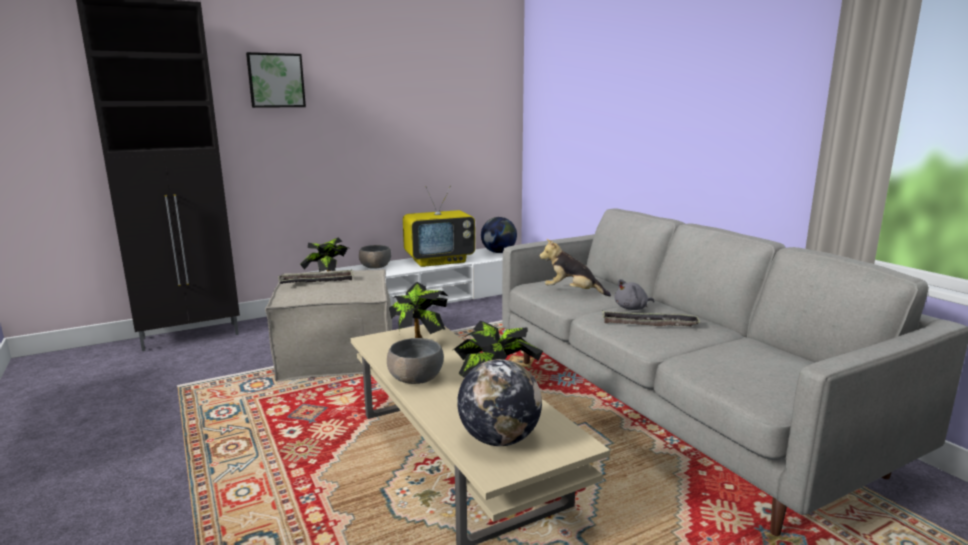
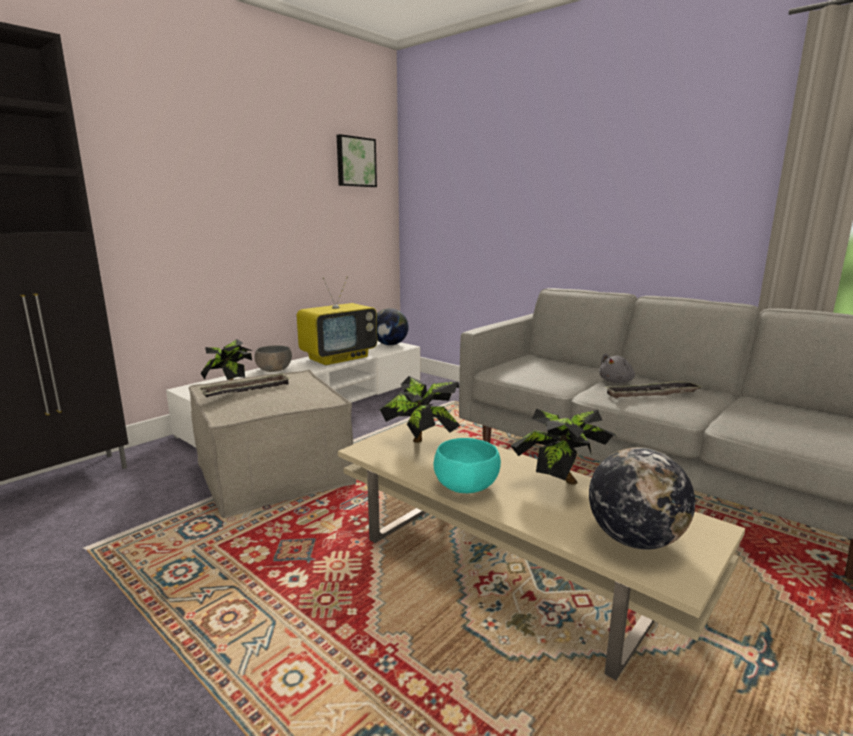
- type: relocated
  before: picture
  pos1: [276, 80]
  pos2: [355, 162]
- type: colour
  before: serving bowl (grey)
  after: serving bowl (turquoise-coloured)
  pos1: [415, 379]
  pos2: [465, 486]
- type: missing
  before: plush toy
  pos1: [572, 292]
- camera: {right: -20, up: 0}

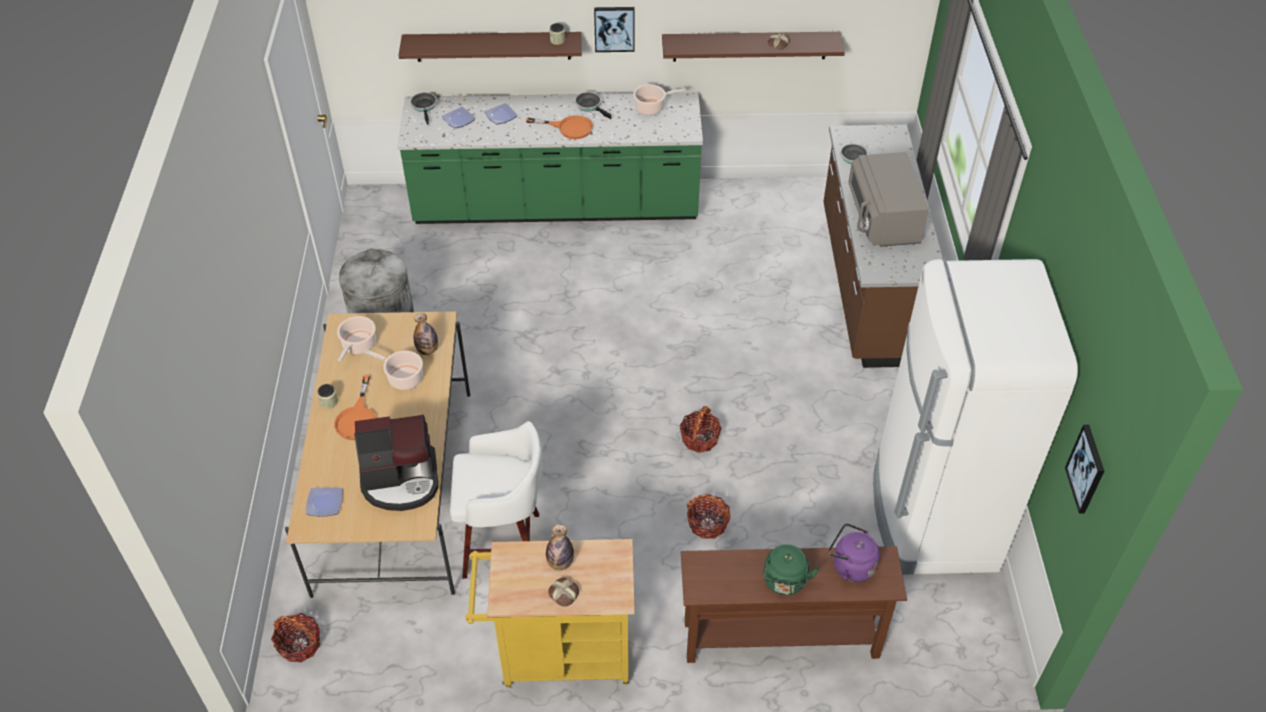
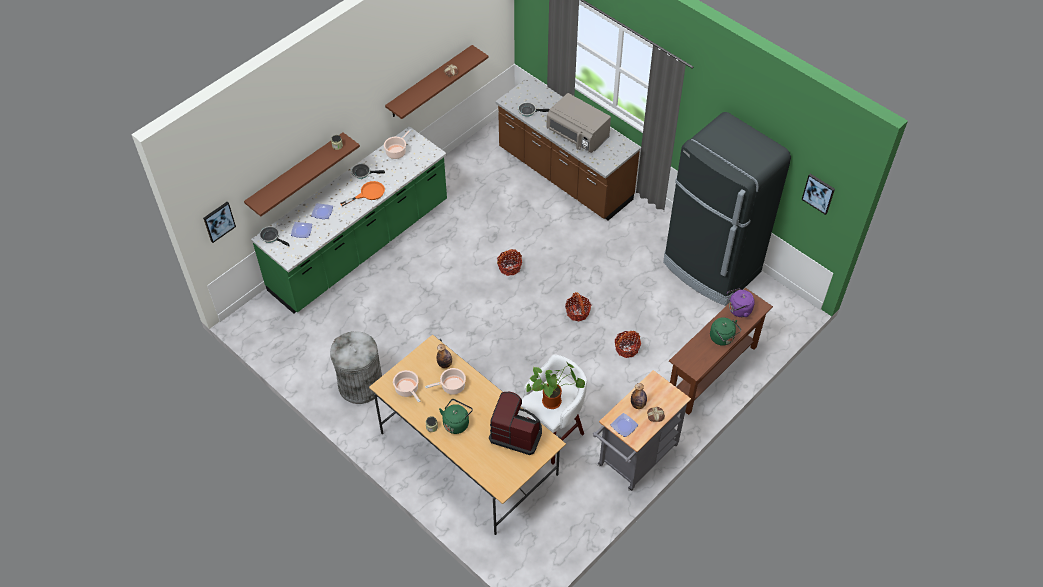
- type: relocated
  before: picture
  pos1: [614, 28]
  pos2: [219, 221]
- type: exchanged
  before: skillet (orange-coloured)
  after: kettle (green-coloured)
  pos1: [357, 418]
  pos2: [456, 423]
- type: spun
  before: coffee maker
  pos1: [401, 480]
  pos2: [516, 432]
  turn: -105
- type: relocated
  before: basket
  pos1: [300, 644]
  pos2: [509, 267]
- type: appeared
  after: houseplant
  pos2: [553, 400]
- type: colour
  before: wheeled cart (yellowish)
  after: wheeled cart (grey)
  pos1: [557, 655]
  pos2: [634, 459]
- type: relocated
  before: dinner plate
  pos1: [324, 503]
  pos2: [623, 426]
- type: colour
  before: refrigerator (white)
  after: refrigerator (blackish)
  pos1: [932, 516]
  pos2: [711, 268]
- camera: {right: -45, up: 5}

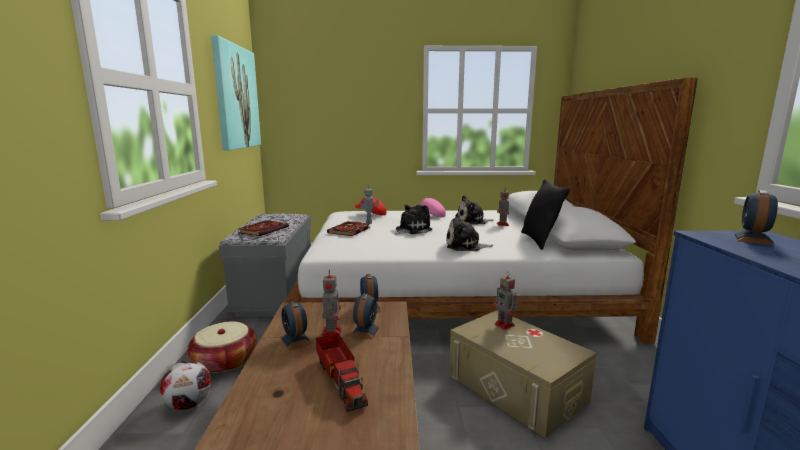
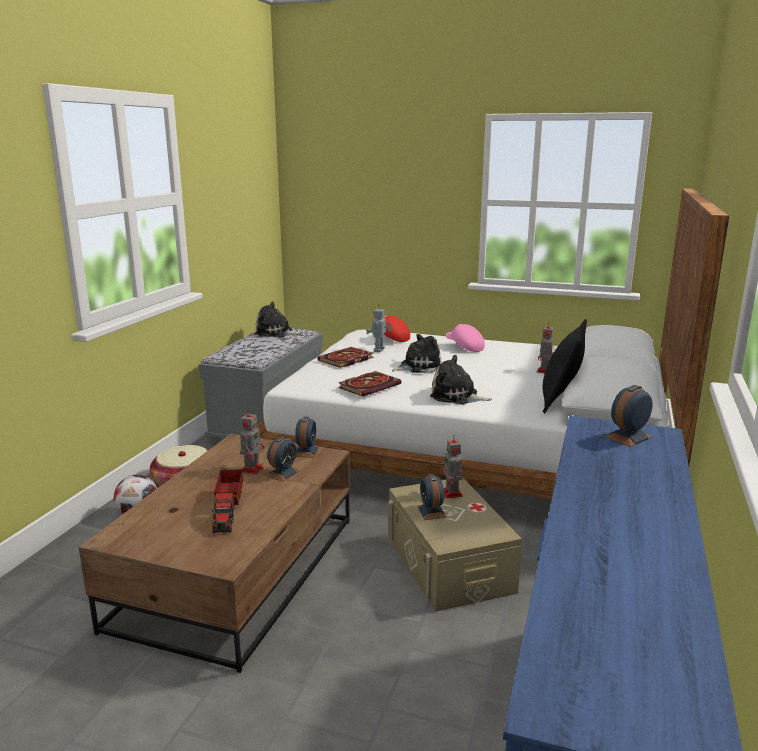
- type: relocated
  before: plush toy
  pos1: [473, 221]
  pos2: [276, 333]
- type: relocated
  before: bound book
  pos1: [264, 230]
  pos2: [369, 386]
- type: relocated
  before: table clock
  pos1: [295, 340]
  pos2: [431, 511]
- type: missing
  before: picture
  pos1: [235, 97]
- camera: {right: 20, up: 5}

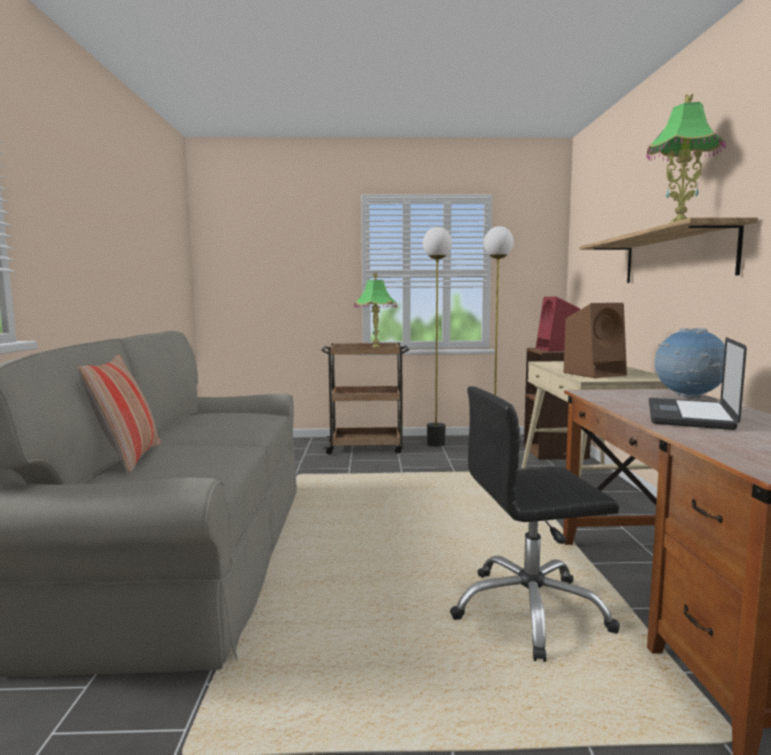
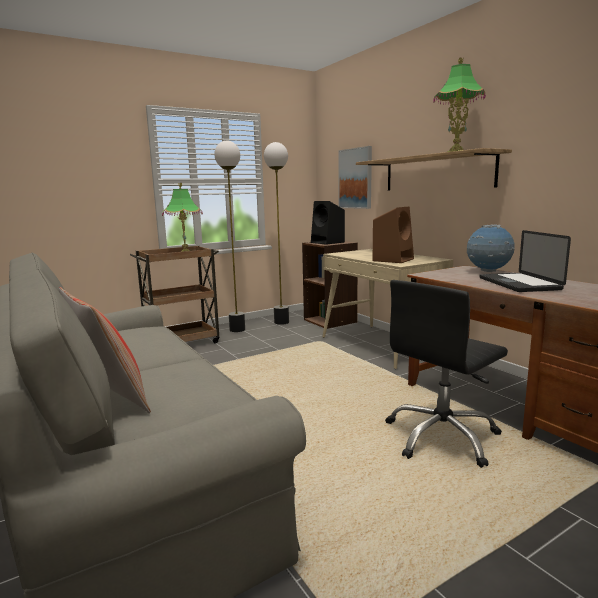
- type: colour
  before: loudspeaker (red)
  after: loudspeaker (blackish)
  pos1: [557, 349]
  pos2: [328, 242]
- type: appeared
  after: picture
  pos2: [355, 178]
- camera: {right: -30, up: 5}

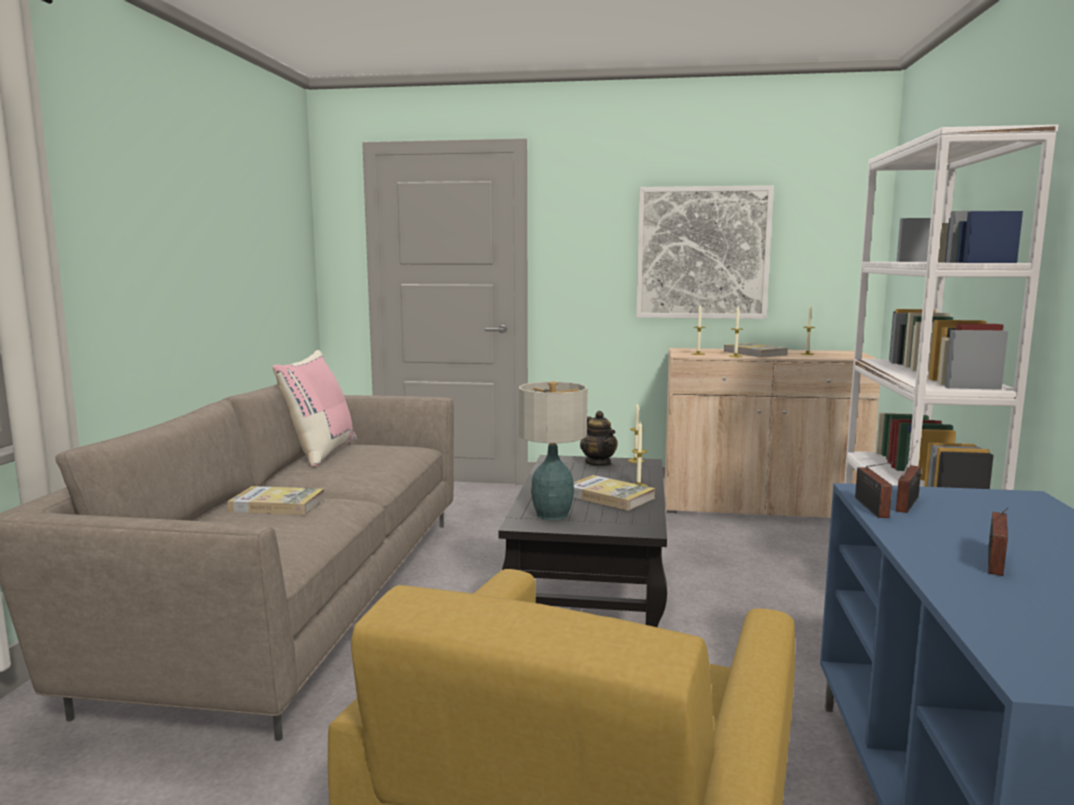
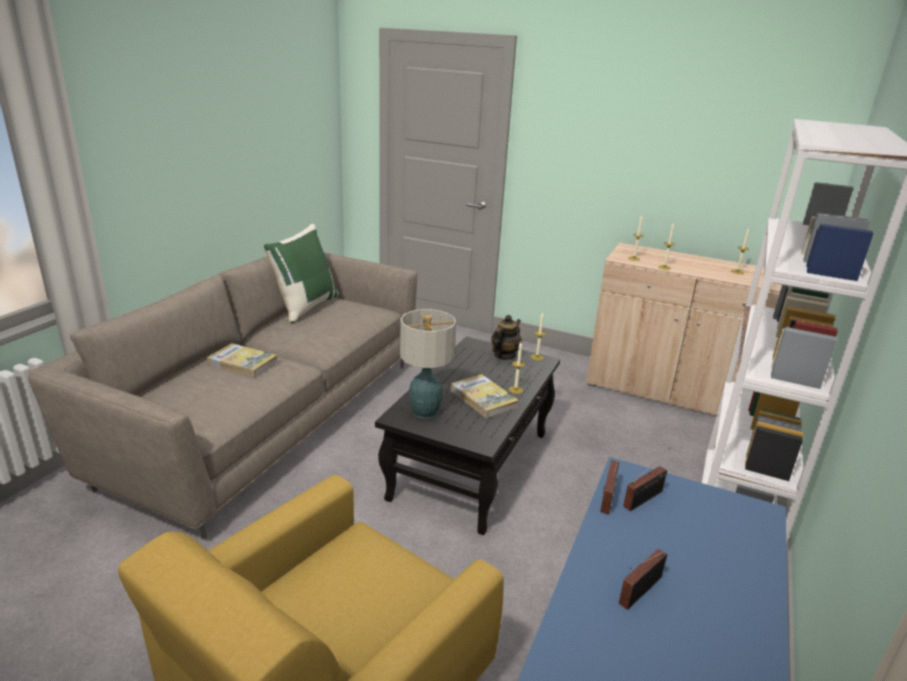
- type: colour
  before: throw pillow (pinkish)
  after: throw pillow (green-coloured)
  pos1: [320, 453]
  pos2: [305, 307]
- type: spun
  before: pot for tea
  pos1: [598, 463]
  pos2: [504, 355]
  turn: -135
- type: missing
  before: picture
  pos1: [702, 253]
- type: missing
  before: bound book
  pos1: [754, 353]
- camera: {right: 15, up: 15}

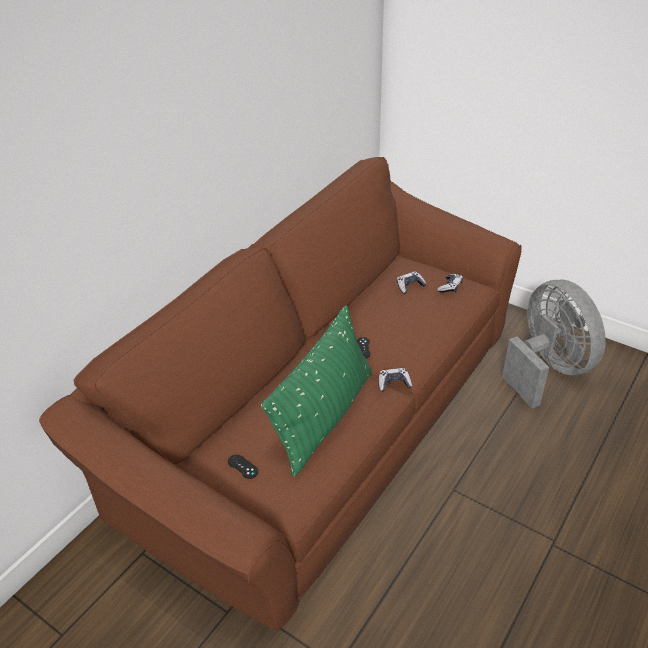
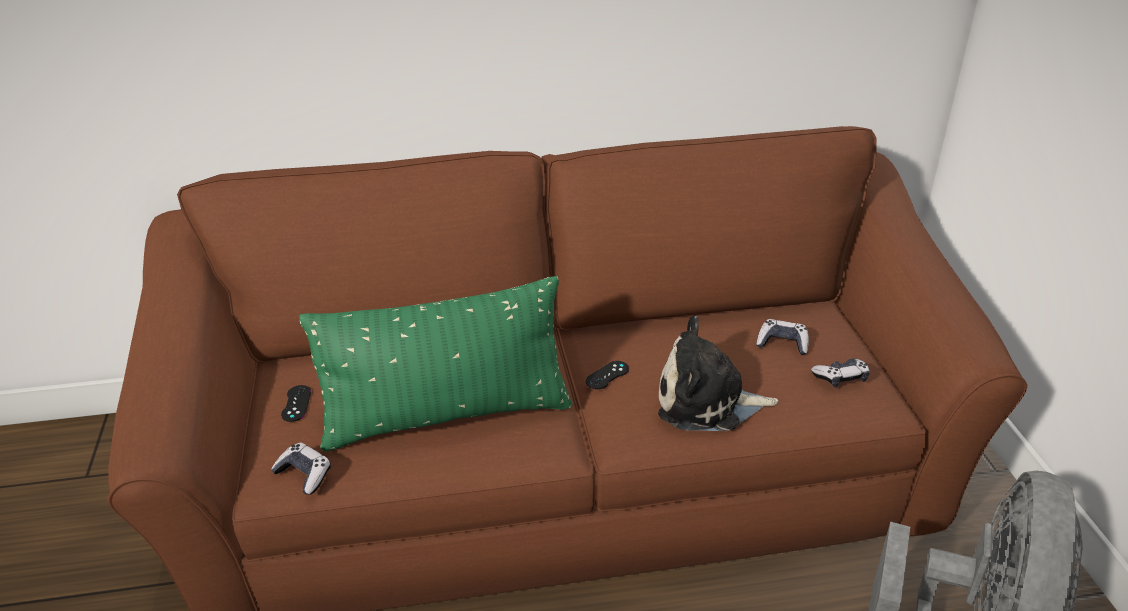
- type: relocated
  before: game controller
  pos1: [394, 383]
  pos2: [304, 475]
- type: appeared
  after: plush toy
  pos2: [707, 402]
- camera: {right: 45, up: -5}

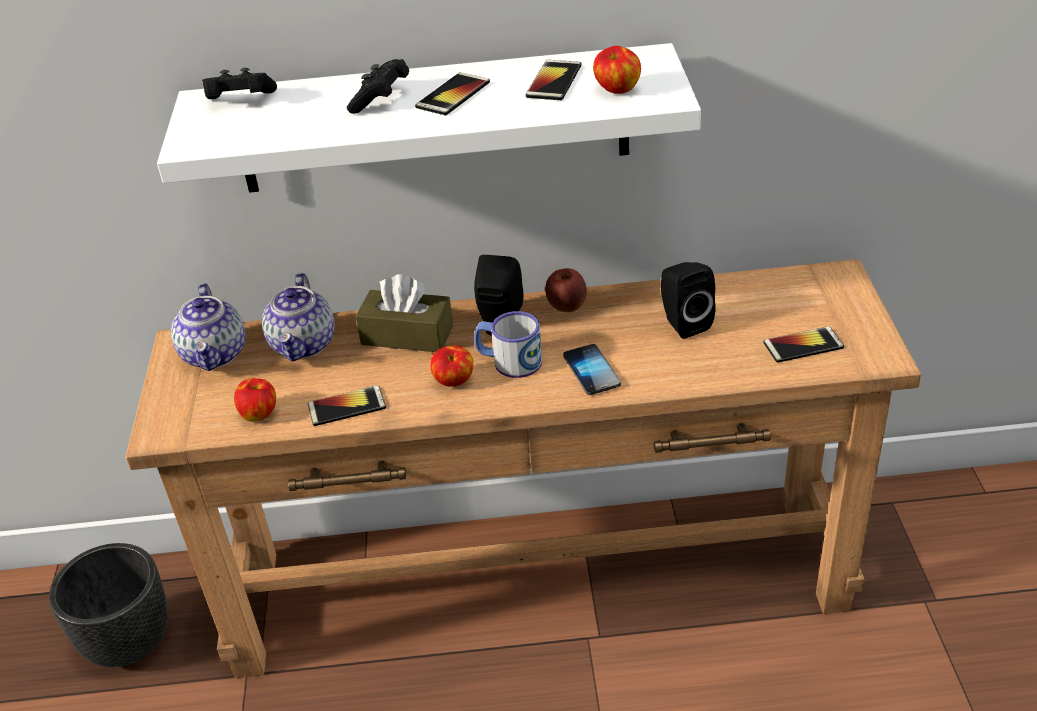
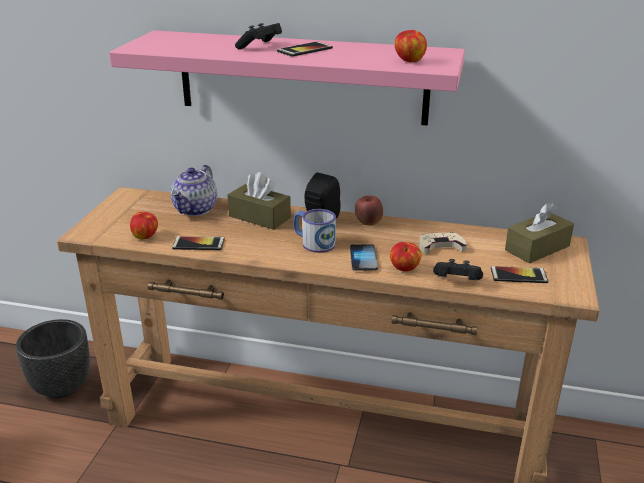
- type: colour
  before: wall shelf (white)
  after: wall shelf (pinkish)
  pos1: [433, 120]
  pos2: [302, 77]
- type: relocated
  before: whole apple
  pos1: [454, 382]
  pos2: [404, 269]
- type: exchanged
  before: loudspeaker (blackish)
  after: game controller (beige)
  pos1: [683, 323]
  pos2: [440, 246]
- type: relocated
  before: game controller (blackish)
  pos1: [240, 101]
  pos2: [456, 281]
- type: appeared
  after: box of tissues (brown)
  pos2: [537, 248]
- type: missing
  before: pot for tea
  pos1: [215, 354]
- type: missing
  before: phone
  pos1: [554, 81]
- camera: {right: 15, up: -10}

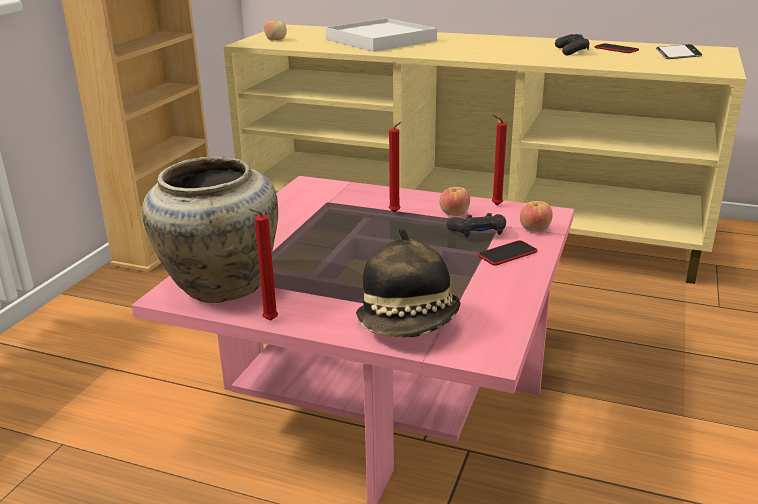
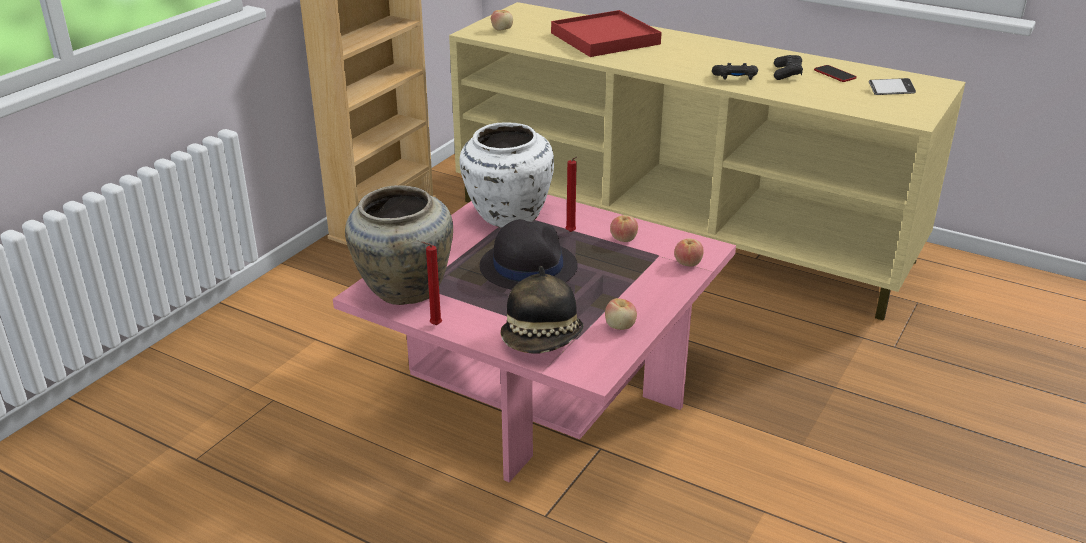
- type: appeared
  after: decorative vase (white)
  pos2: [506, 216]
- type: appeared
  after: clothing hat (blackish)
  pos2: [528, 267]
- type: colour
  before: carrying tray (white)
  after: carrying tray (red)
  pos1: [380, 40]
  pos2: [604, 38]
- type: appeared
  after: whole apple
  pos2: [620, 326]
- type: relocated
  before: game controller (blackish)
  pos1: [478, 233]
  pos2: [735, 78]
- type: missing
  before: phone
  pos1: [507, 254]
- type: missing
  before: wax candle (red)
  pos1: [495, 205]
- camera: {right: 10, up: 5}

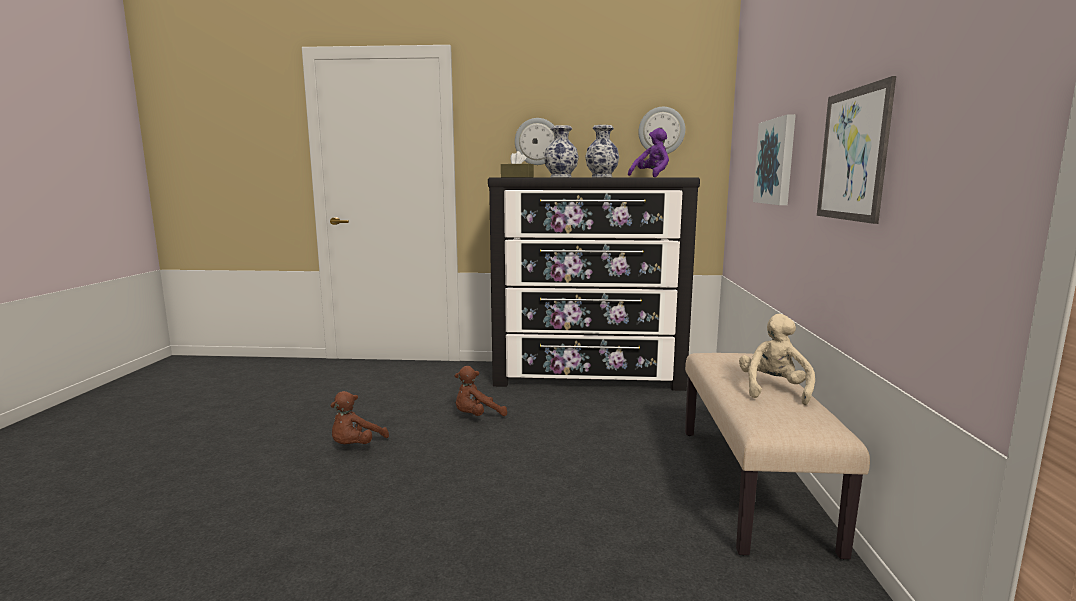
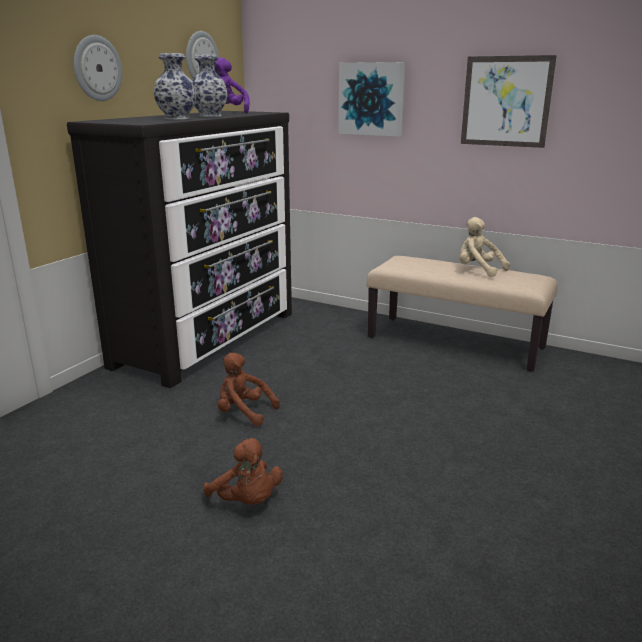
- type: spun
  before: plush toy (brown)
  pos1: [477, 416]
  pos2: [243, 412]
  turn: 120
- type: missing
  before: box of tissues (brown)
  pos1: [517, 177]
- camera: {right: -65, up: 10}

